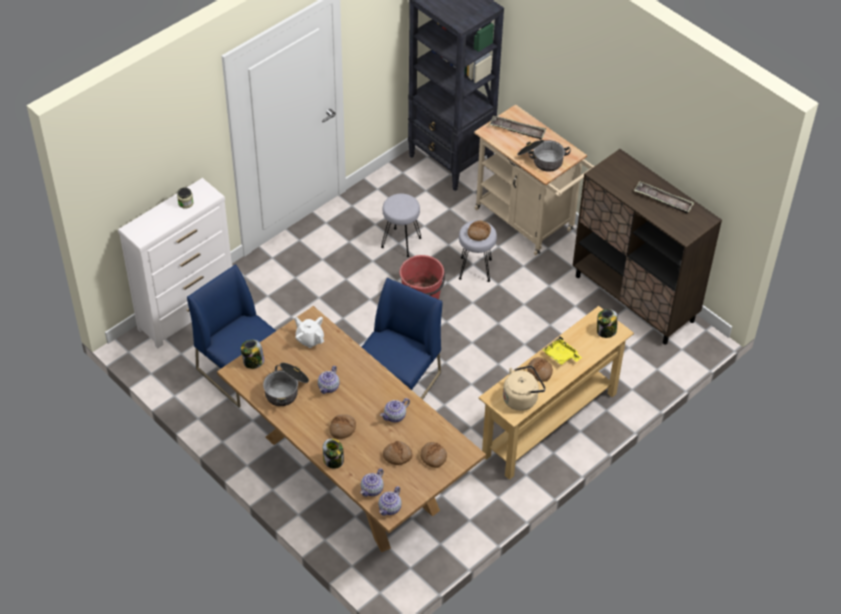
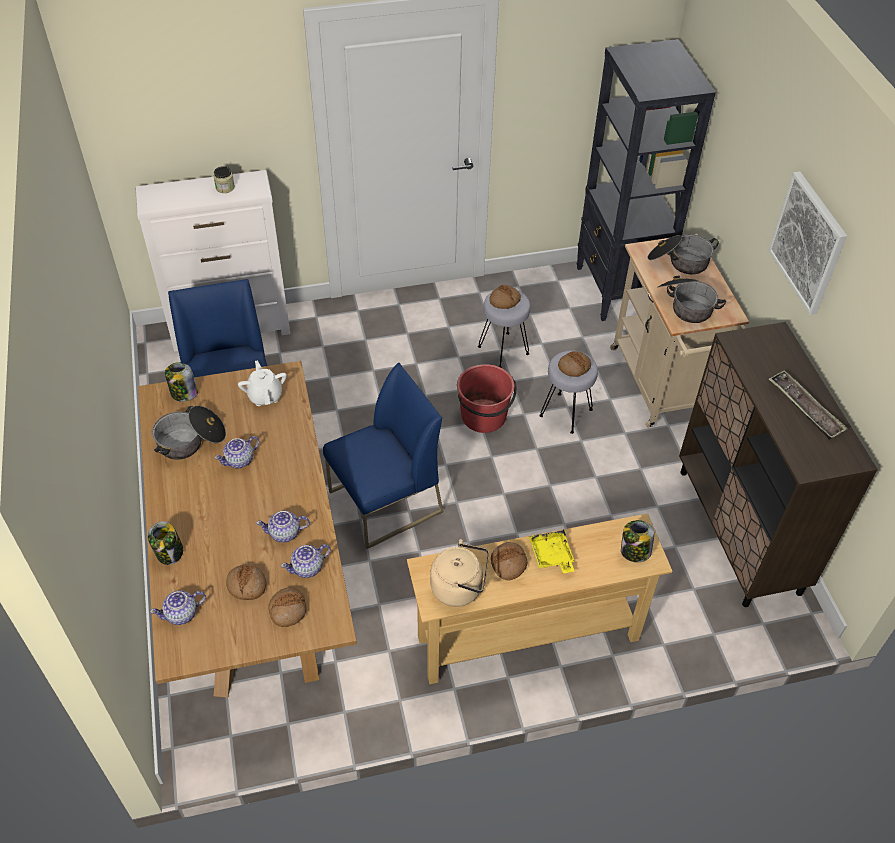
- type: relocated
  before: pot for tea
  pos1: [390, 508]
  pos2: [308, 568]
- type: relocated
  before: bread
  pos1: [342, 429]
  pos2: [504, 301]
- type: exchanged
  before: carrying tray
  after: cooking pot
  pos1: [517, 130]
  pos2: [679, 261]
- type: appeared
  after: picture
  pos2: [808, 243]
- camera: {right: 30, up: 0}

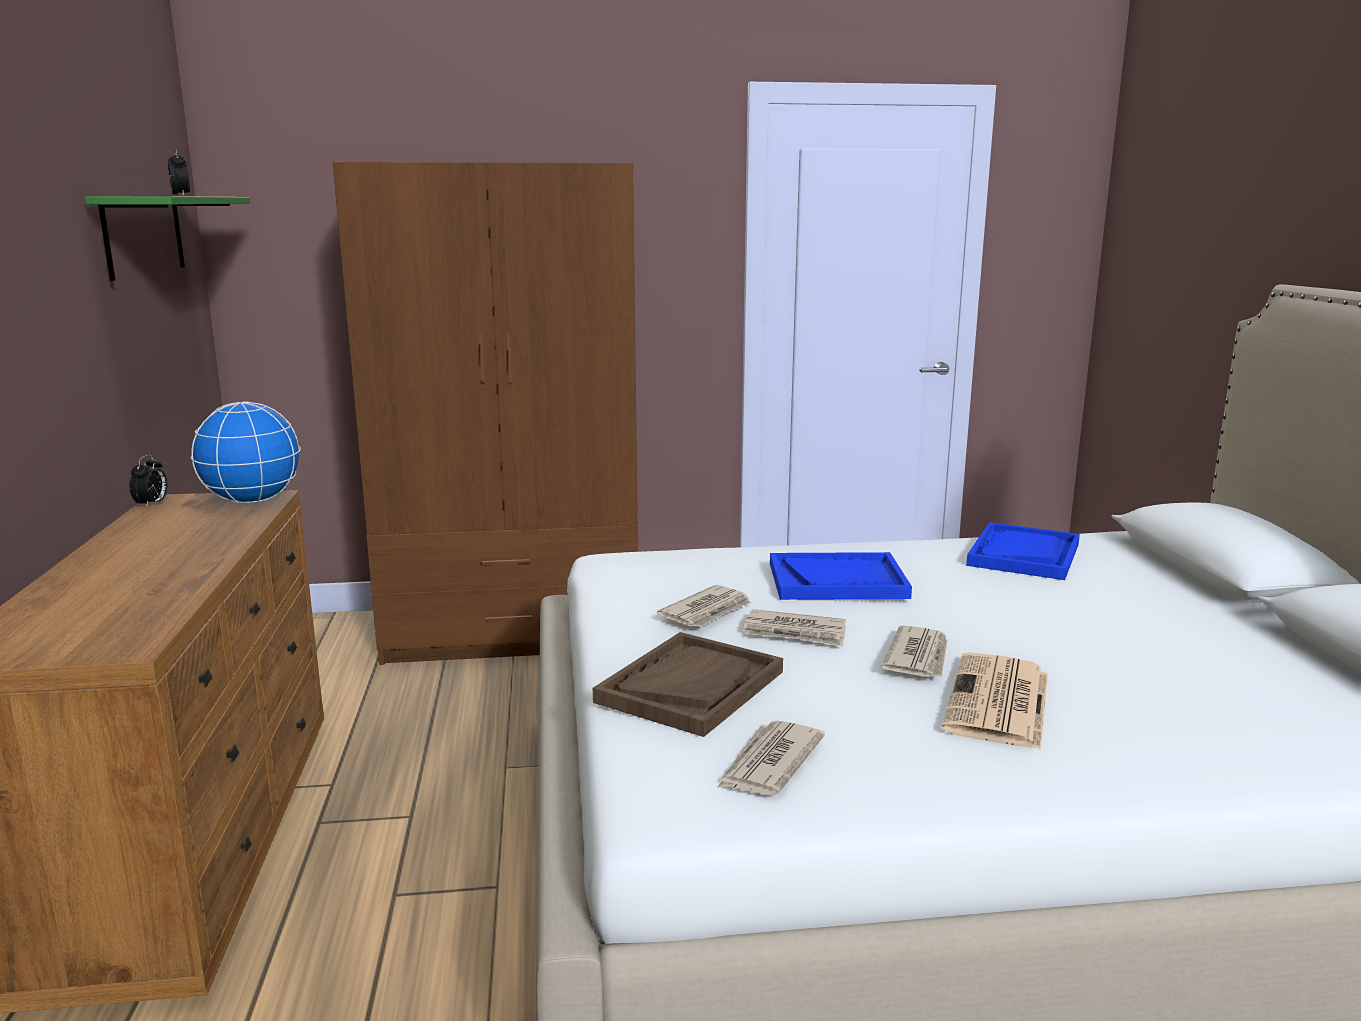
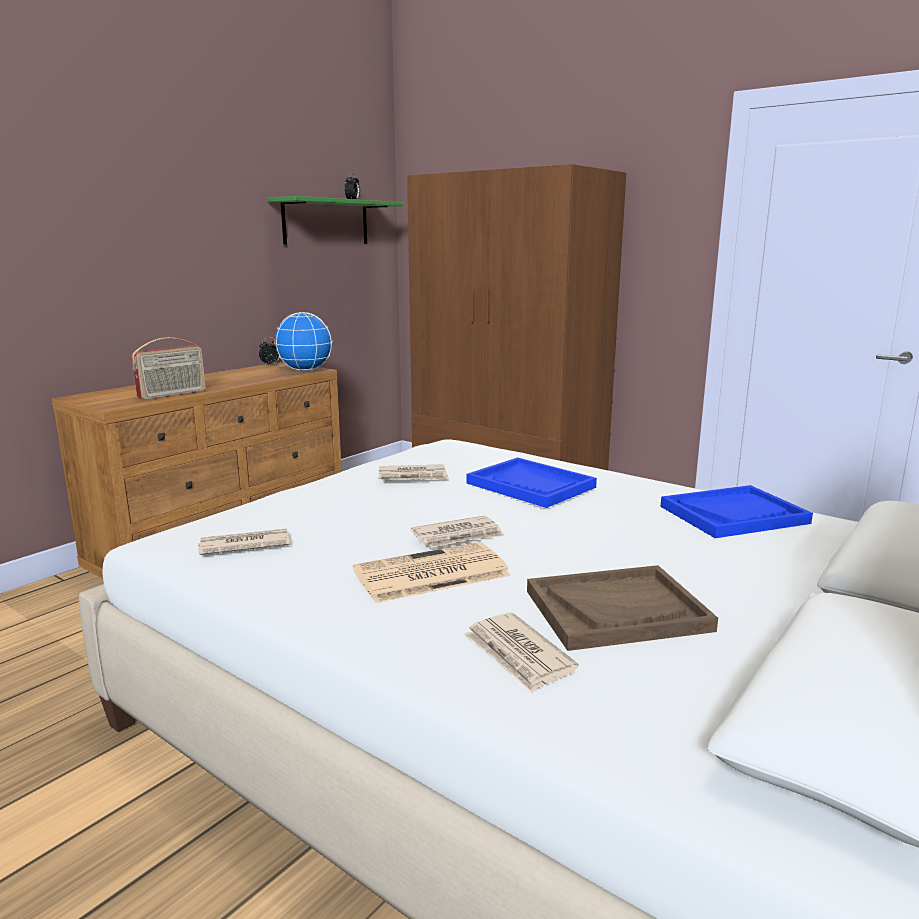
- type: appeared
  after: radio set
  pos2: [173, 394]
- type: relocated
  before: printed paper
  pos1: [795, 632]
  pos2: [518, 655]
- type: relocated
  before: carrying tray (brown)
  pos1: [690, 686]
  pos2: [617, 610]
- camera: {right: 45, up: 0}

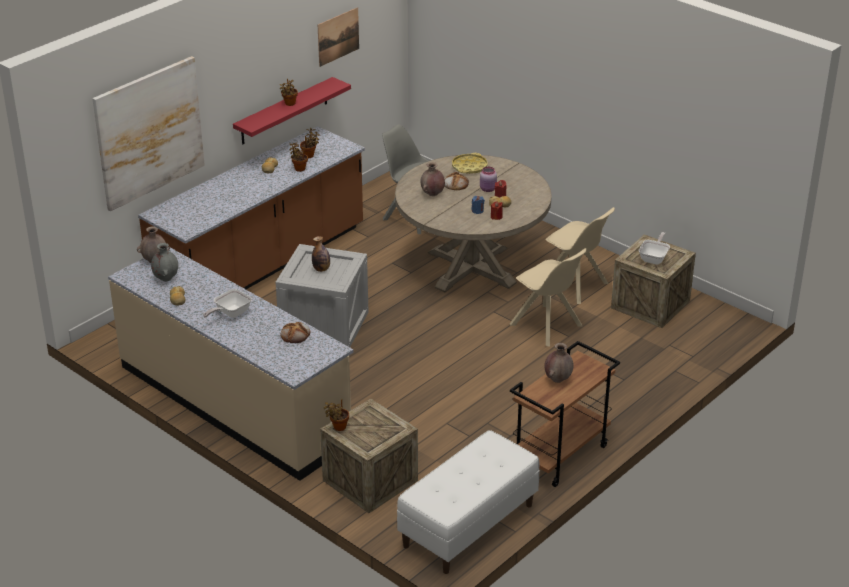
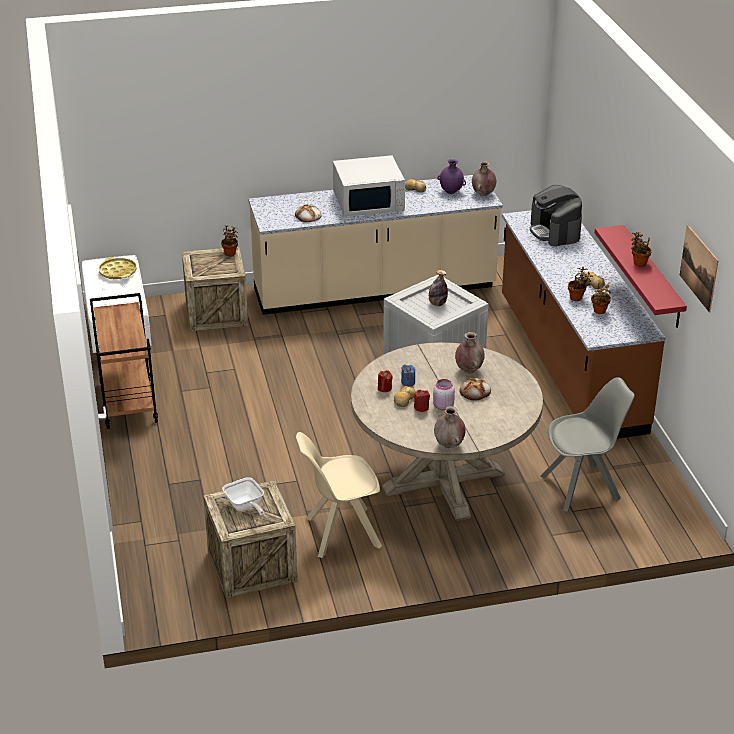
- type: relocated
  before: carrying tray (yellowish)
  pos1: [469, 167]
  pos2: [118, 272]
- type: exchanged
  before: skillet
  after: kitchen microwave (white)
  pos1: [230, 313]
  pos2: [369, 201]
- type: relocated
  before: decorative vase (brown)
  pos1: [558, 379]
  pos2: [449, 445]
- type: colour
  before: decorative vase (grey)
  after: decorative vase (purple)
  pos1: [166, 278]
  pos2: [451, 192]
- type: appeared
  after: coffee maker
  pos2: [555, 232]
- type: missing
  before: picture
  pos1: [149, 132]
- type: missing
  before: chair (beige)
  pos1: [547, 326]
- camera: {right: 125, up: 0}

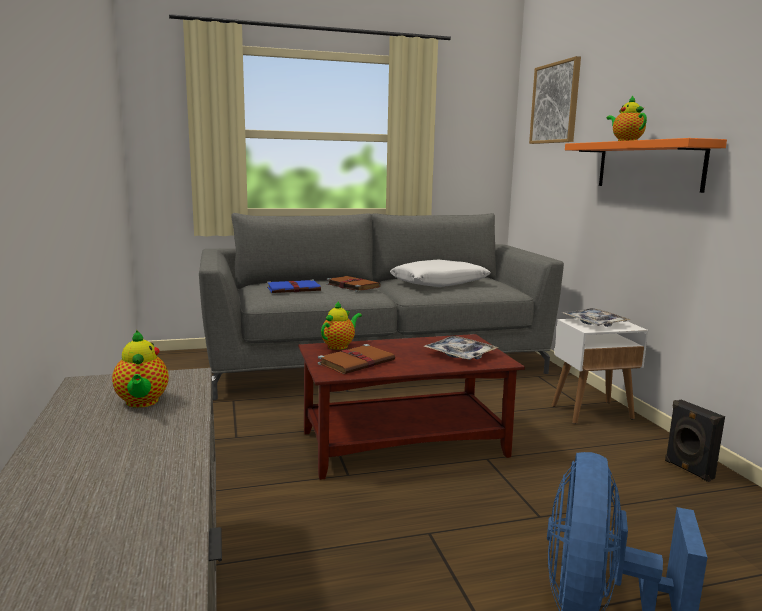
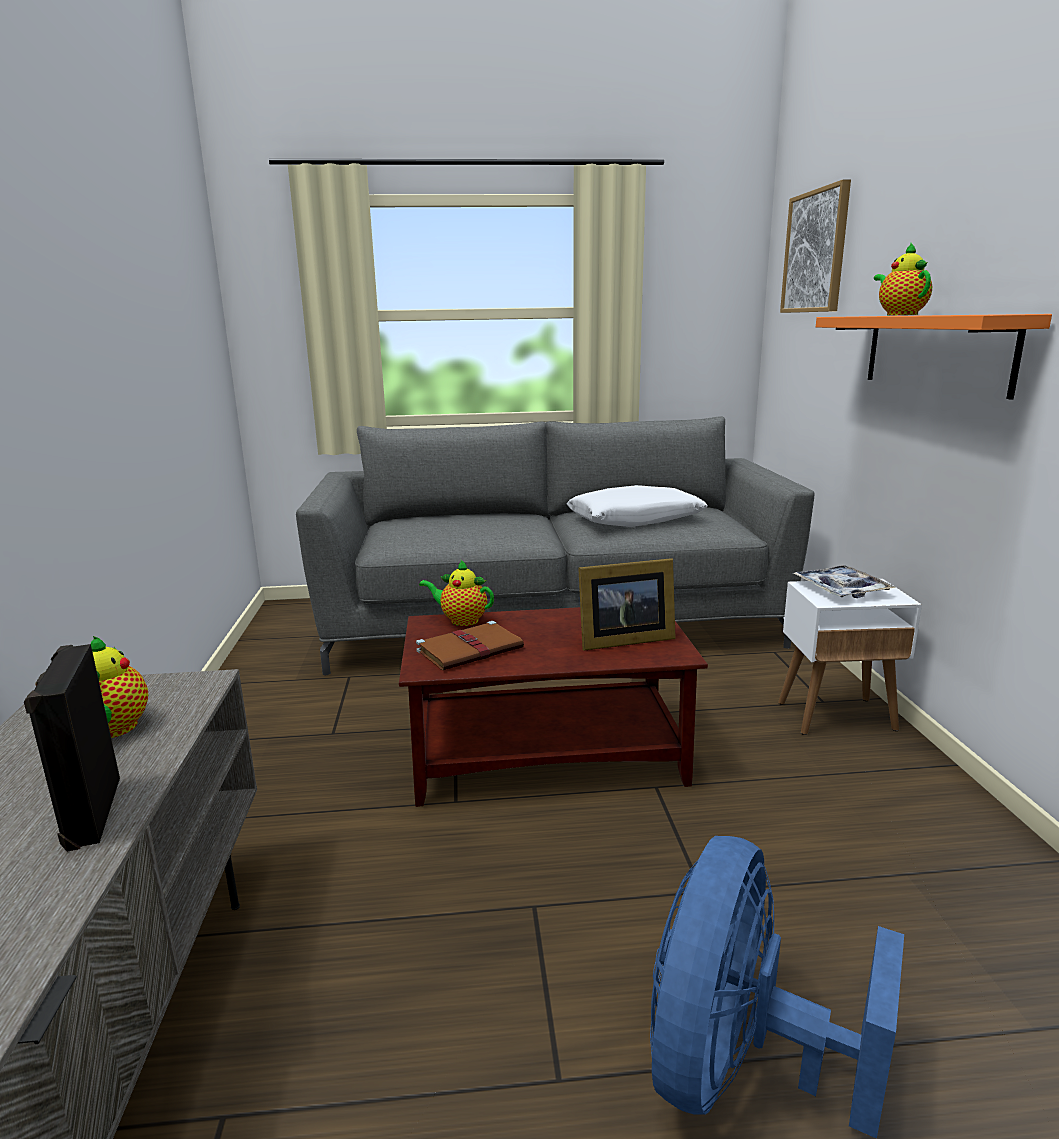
- type: relocated
  before: loudspeaker (blackish)
  pos1: [688, 470]
  pos2: [90, 813]
- type: spun
  before: pot for tea
  pos1: [339, 346]
  pos2: [461, 620]
  turn: -120
- type: exchanged
  before: carrying tray
  after: picture frame
  pos1: [460, 354]
  pos2: [621, 640]
- type: missing
  before: bound book (blue)
  pos1: [294, 289]
- type: missing
  before: bound book (brown)
  pos1: [352, 285]
- camera: {right: 10, up: 5}

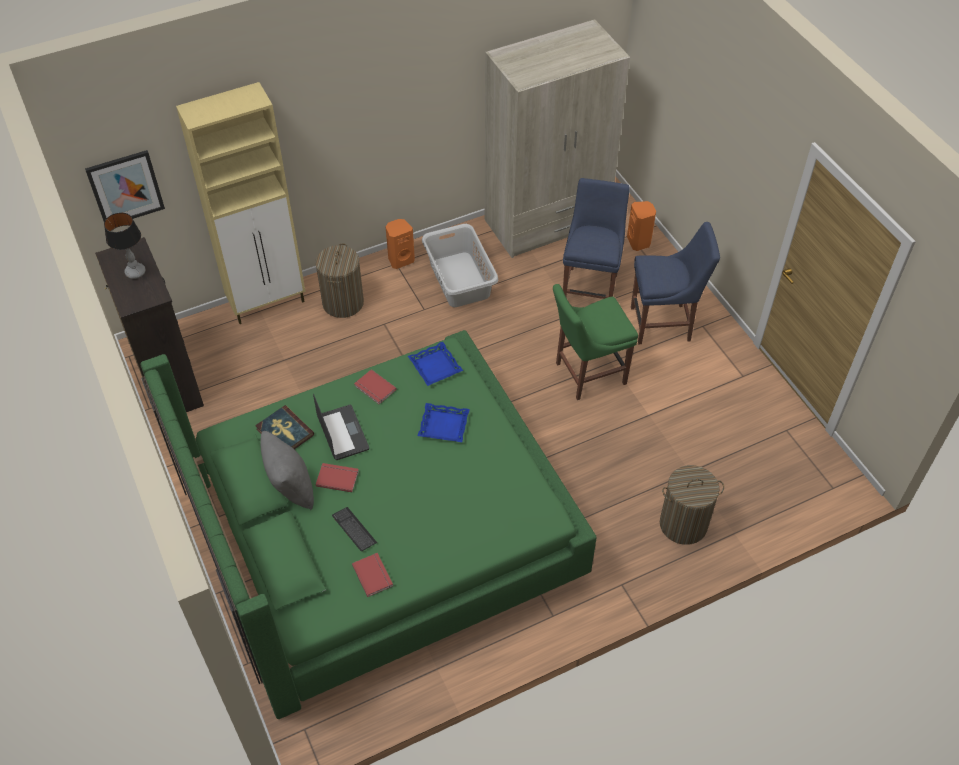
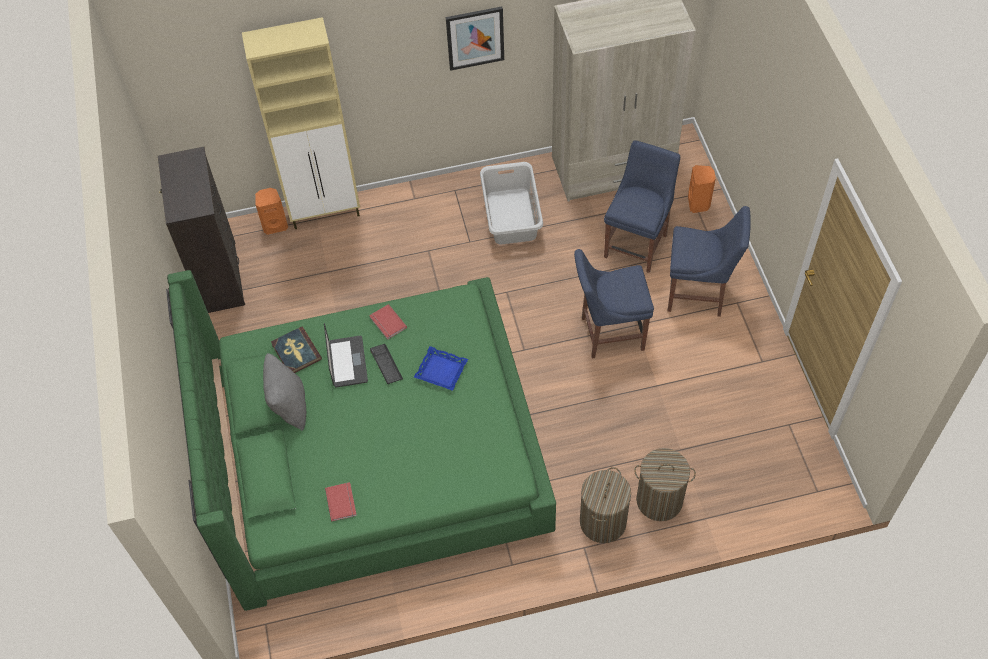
- type: relocated
  before: loudspeaker (orange-coloured)
  pos1: [400, 260]
  pos2: [275, 225]
- type: relocated
  before: computer keyboard
  pos1: [354, 529]
  pos2: [386, 364]
- type: relocated
  before: picture
  pos1: [125, 188]
  pos2: [475, 38]
- type: colour
  before: chair (green-coloured)
  after: chair (blue)
  pos1: [587, 374]
  pos2: [608, 333]
- type: relocated
  before: laundry basket
  pos1: [343, 303]
  pos2: [603, 522]
- type: missing
  before: lamp for a table
  pos1: [135, 272]
- type: missing
  before: bound book (red)
  pos1: [337, 477]
- type: missing
  before: carrying tray (blue)
  pos1: [435, 367]
- camera: {right: 15, up: 5}

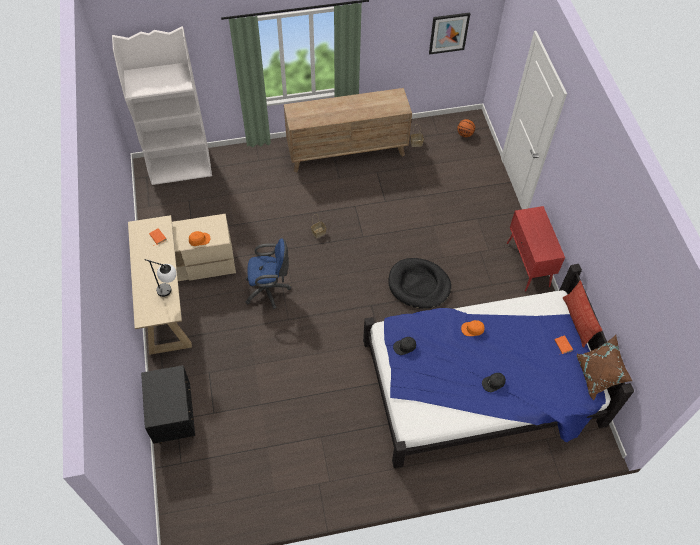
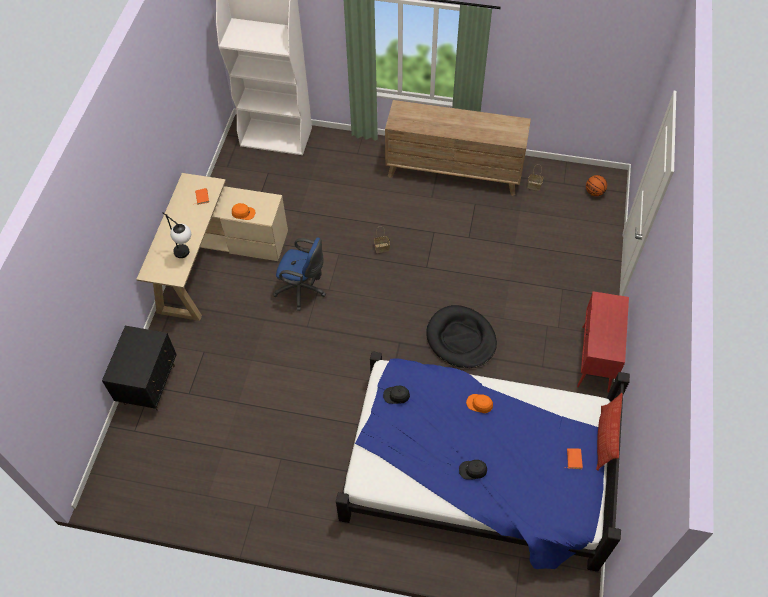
- type: missing
  before: picture
  pos1: [448, 33]
- type: missing
  before: throw pillow (brown)
  pos1: [597, 376]
- camera: {right: 25, up: 0}

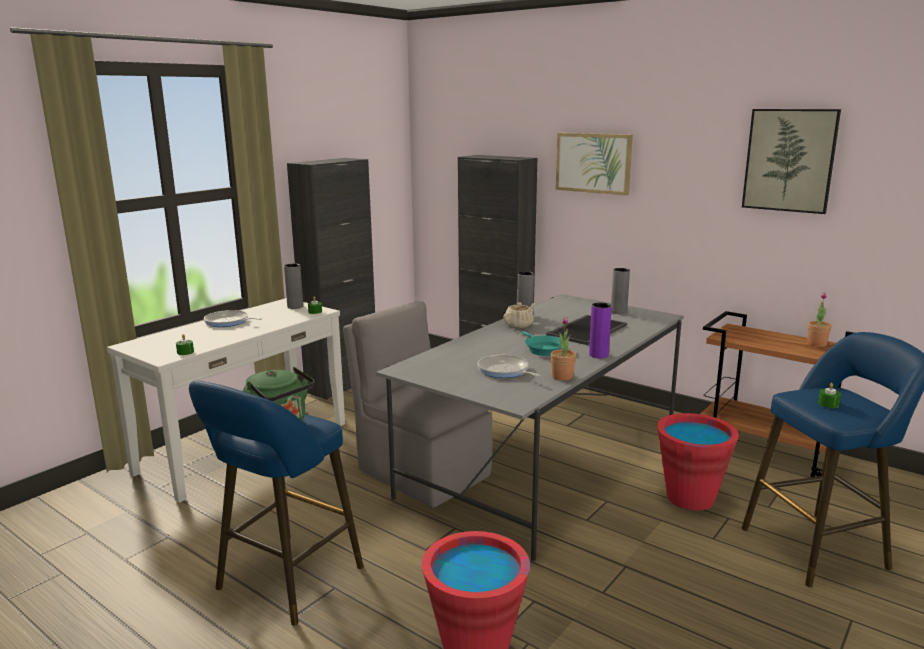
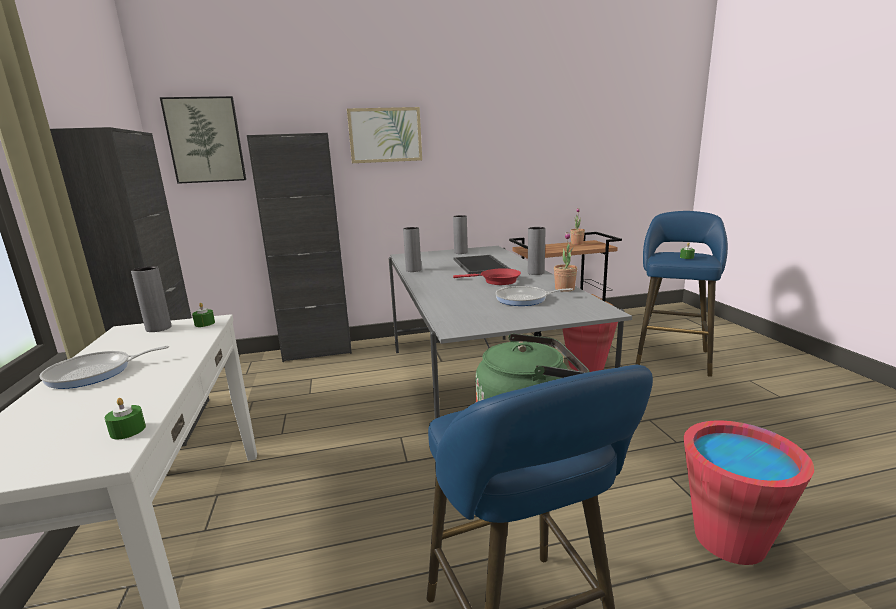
- type: relocated
  before: picture
  pos1: [789, 160]
  pos2: [205, 140]
- type: colour
  before: skillet (turquoise-coloured)
  after: skillet (red)
  pos1: [543, 349]
  pos2: [496, 281]
- type: colour
  before: decorative vase (purple)
  after: decorative vase (grey)
  pos1: [598, 355]
  pos2: [536, 273]
- type: missing
  before: chair (grey)
  pos1: [422, 471]
- type: missing
  before: pot for tea (beige)
  pos1: [519, 325]
- camera: {right: -50, up: 0}

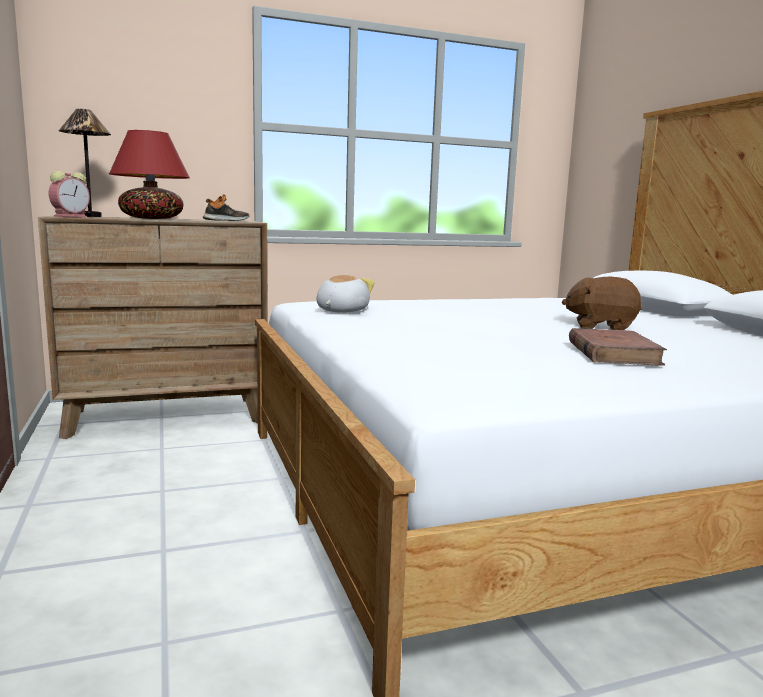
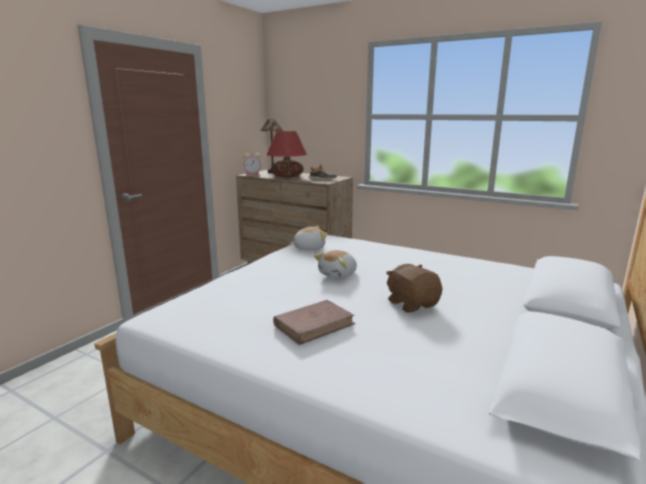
- type: appeared
  after: plush toy
  pos2: [338, 274]
- camera: {right: 50, up: 5}

